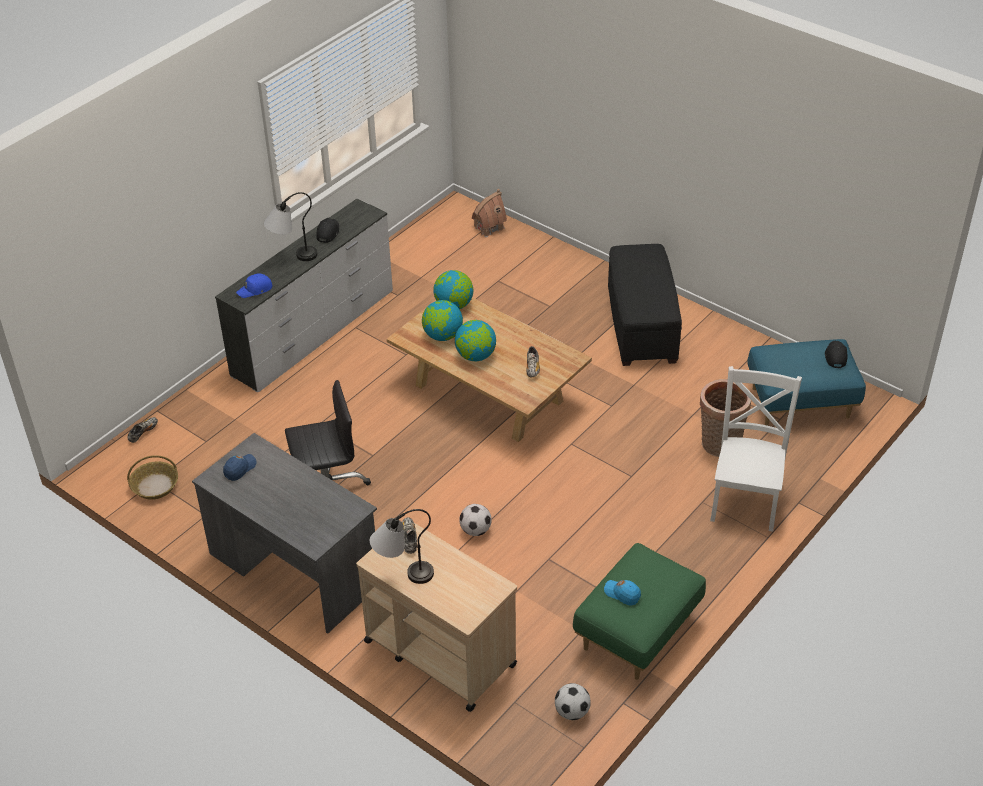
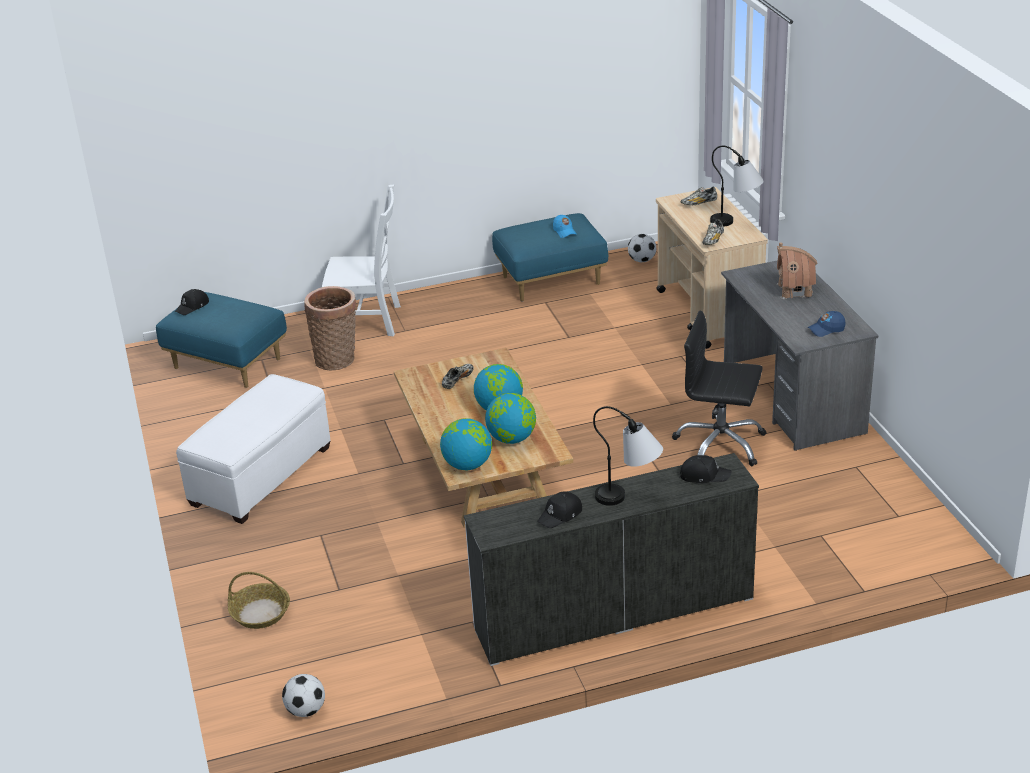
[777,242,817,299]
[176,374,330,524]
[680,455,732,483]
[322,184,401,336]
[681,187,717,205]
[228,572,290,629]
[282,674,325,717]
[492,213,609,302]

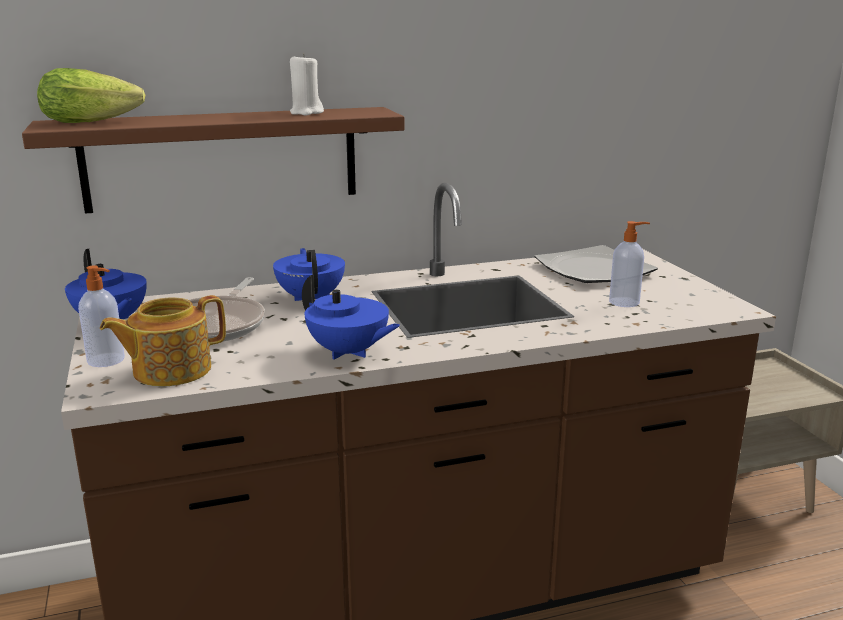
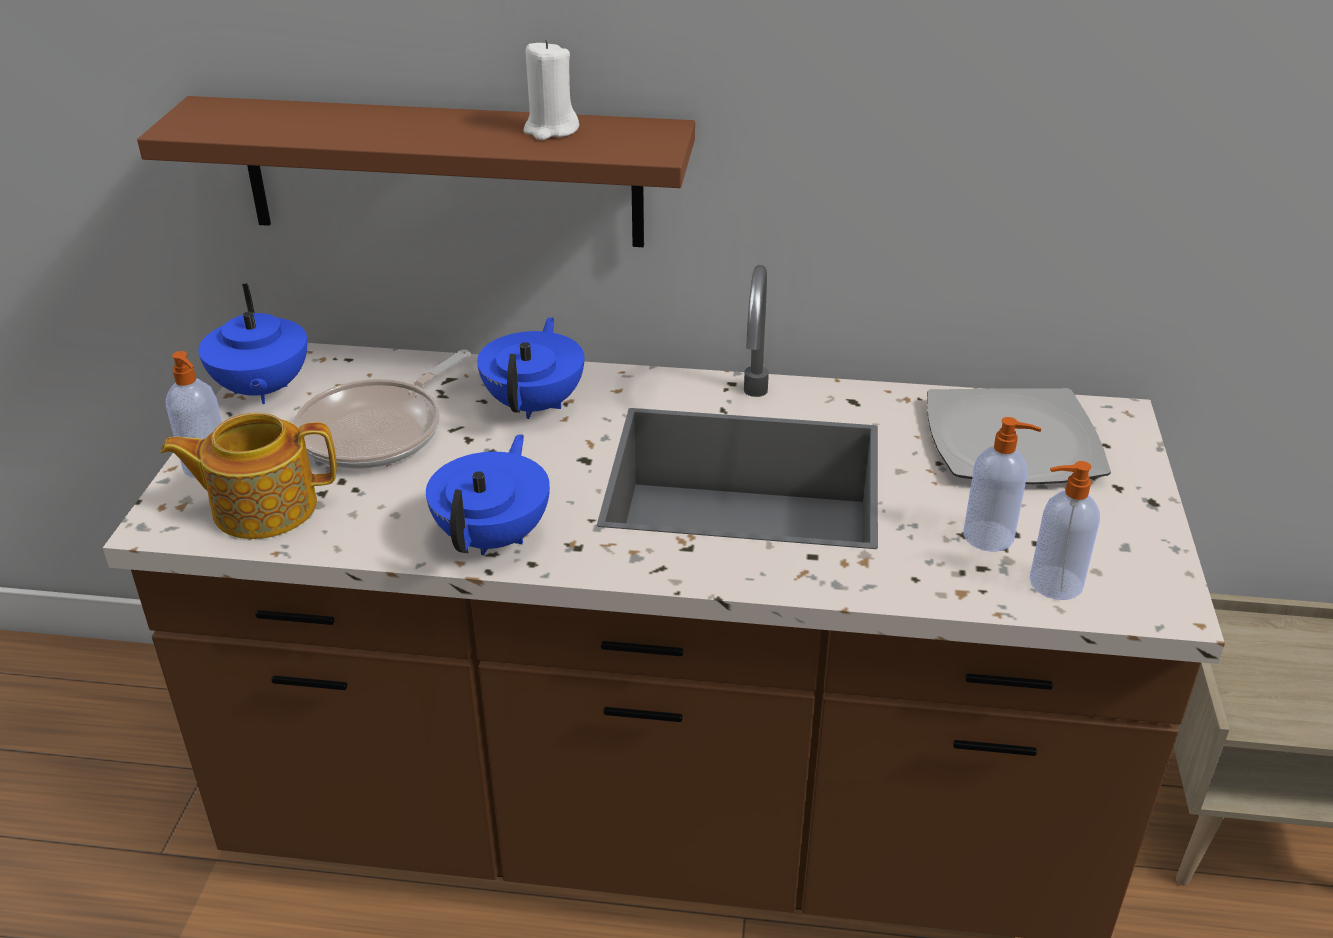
[37,68,145,123] (first image)
[426,434,550,555]
[1030,461,1100,600]

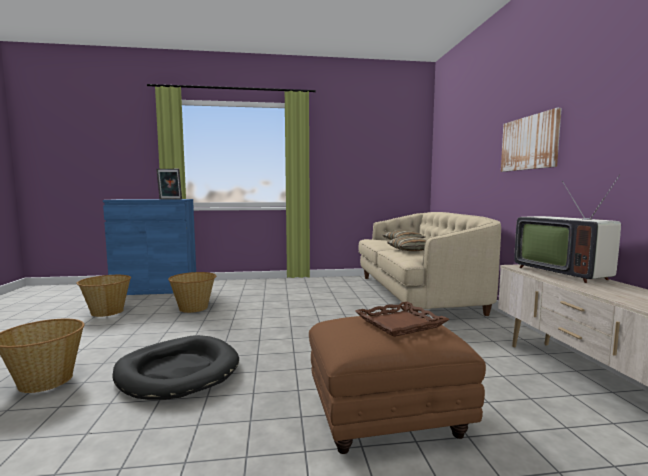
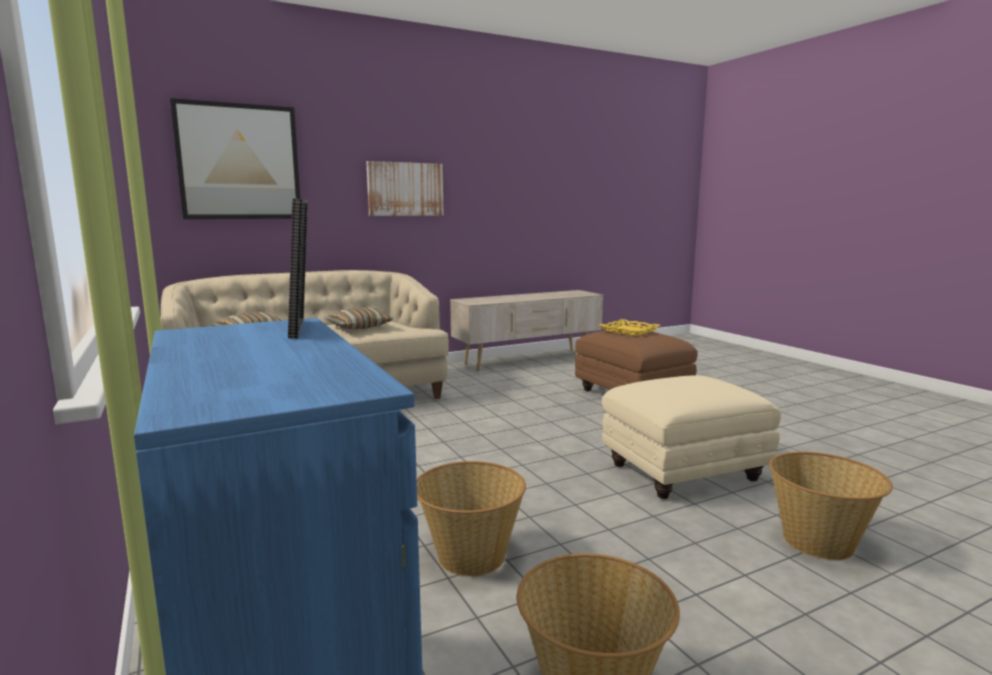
[514,175,621,283] (first image)
[599,319,661,336]
[602,375,781,499]
[170,98,300,219]

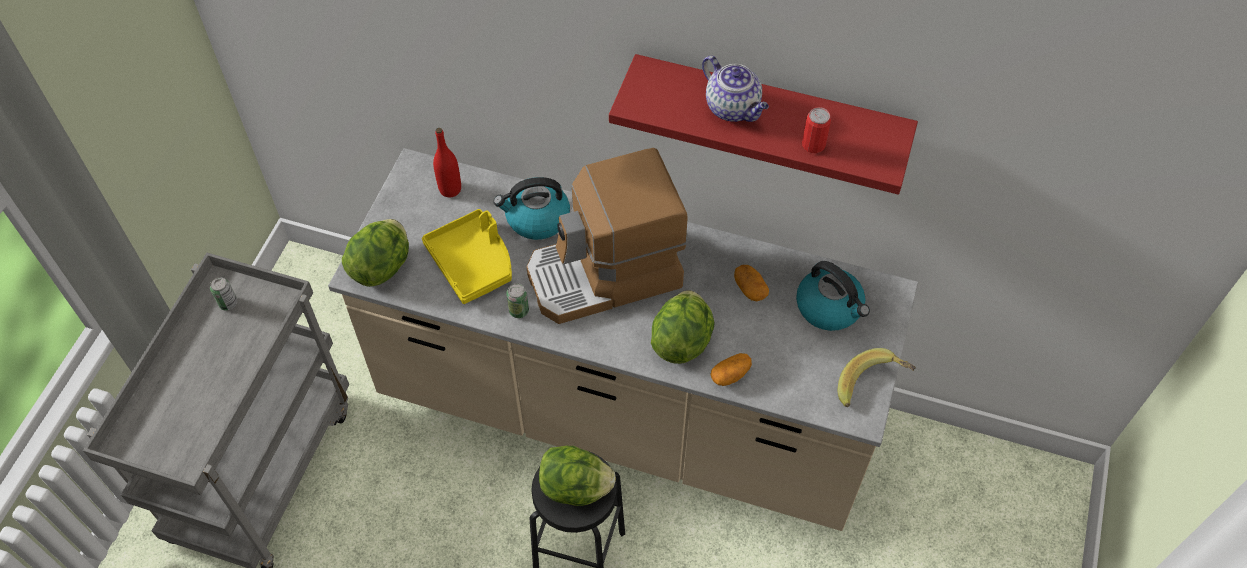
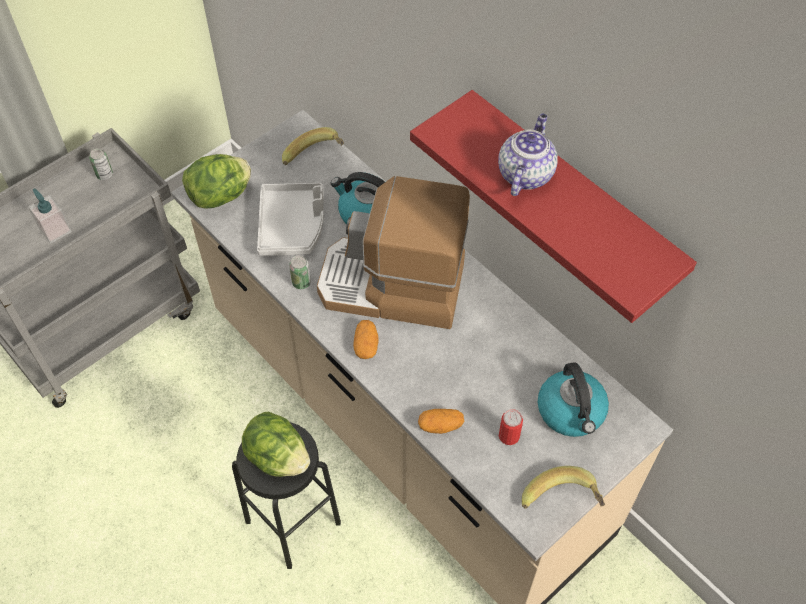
[498,113,558,196]
[499,409,523,445]
[282,127,344,165]
[257,183,324,256]
[353,320,379,359]
[651,290,714,364] (first image)
[28,188,72,244]

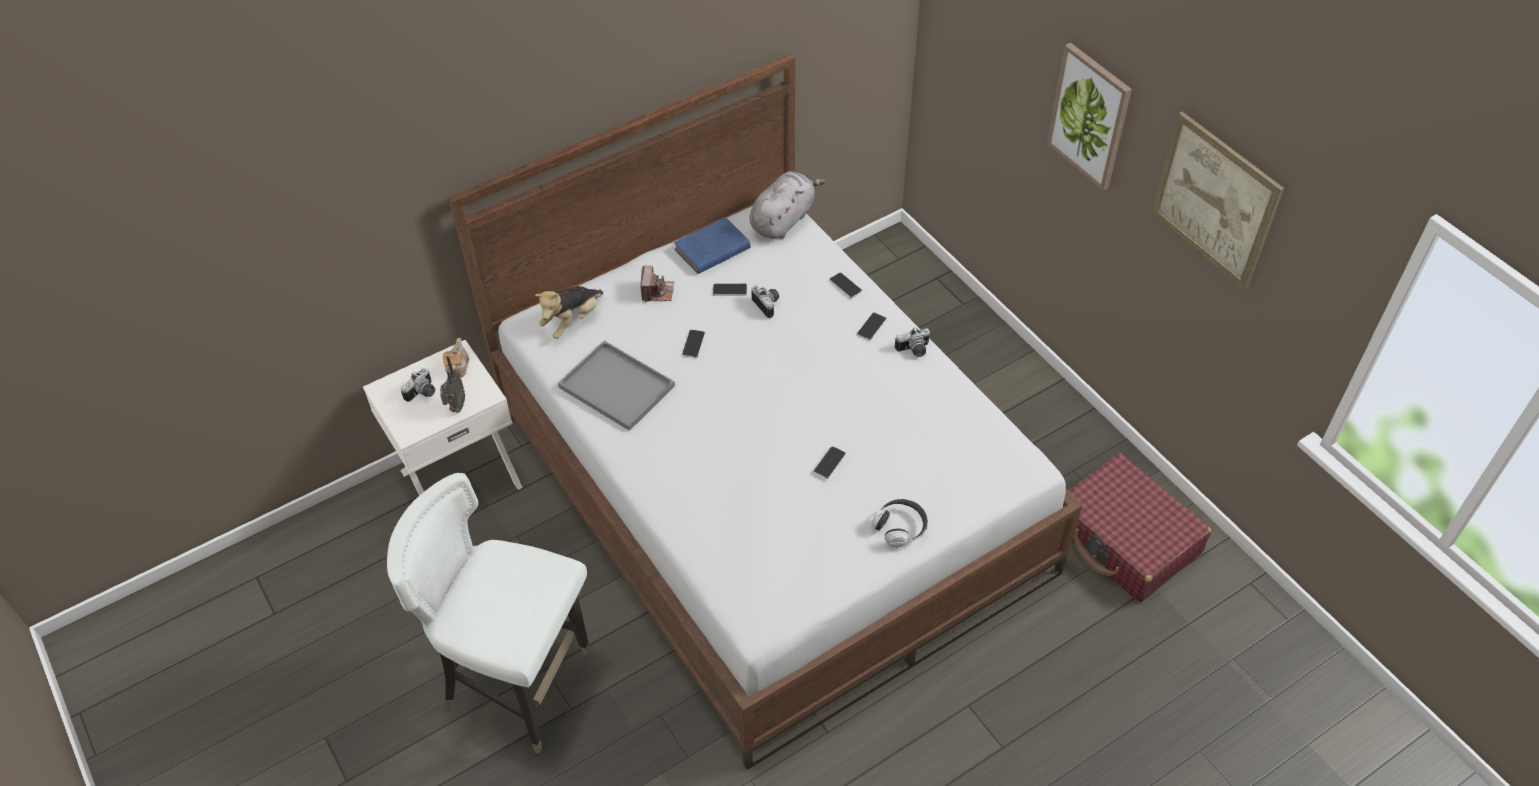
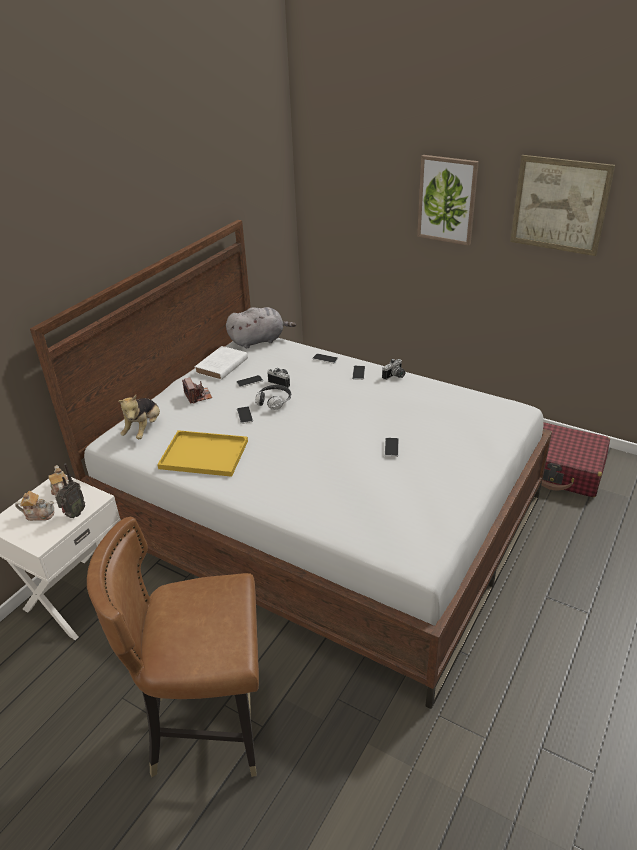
[226,307,296,348]
[195,346,248,380]
[157,430,248,477]
[55,463,85,518]
[15,491,54,521]
[87,517,259,777]
[255,385,291,410]

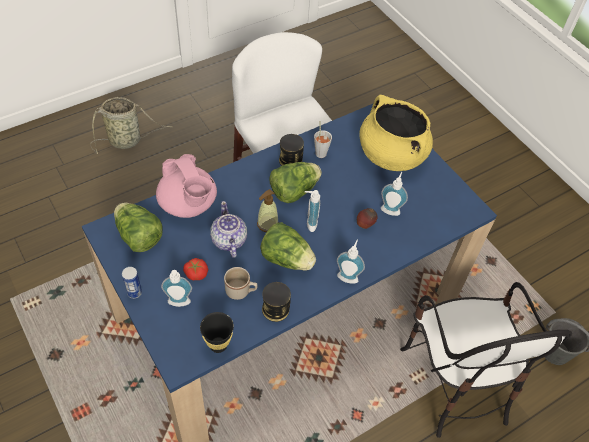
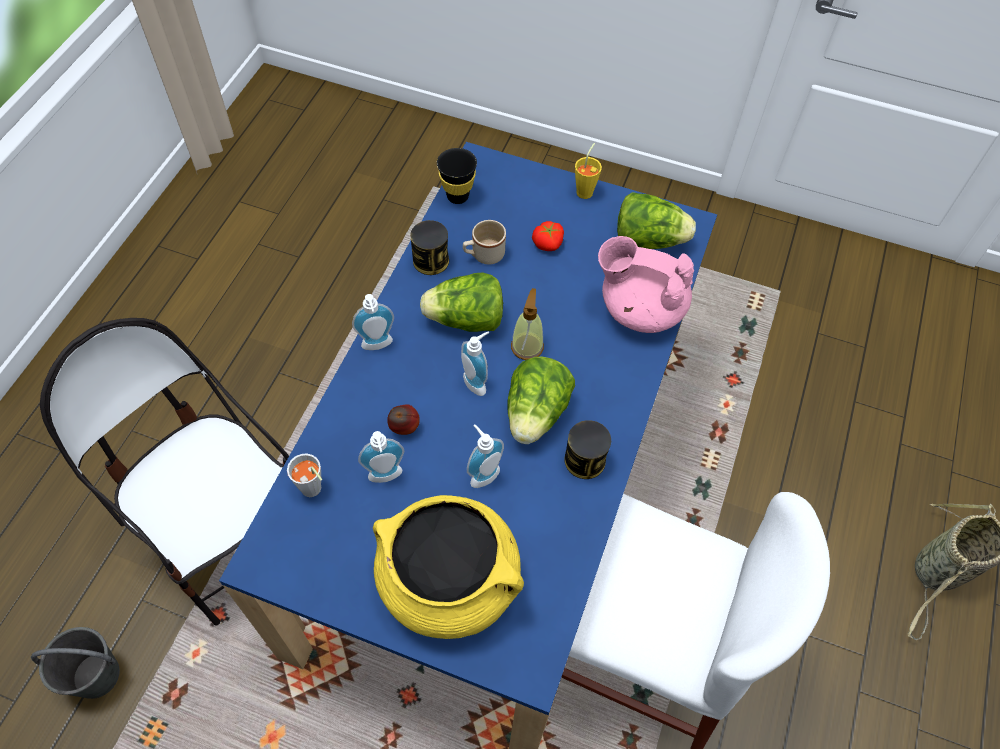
[287,453,322,497]
[210,201,247,258] (first image)
[575,143,602,199]
[467,424,504,488]

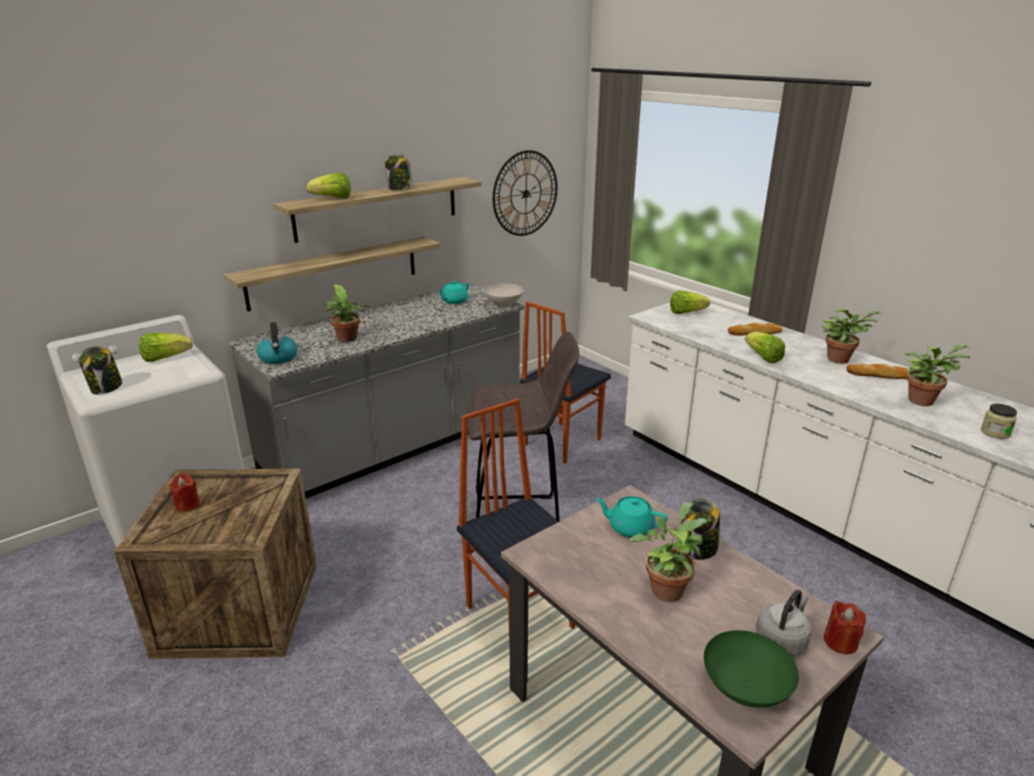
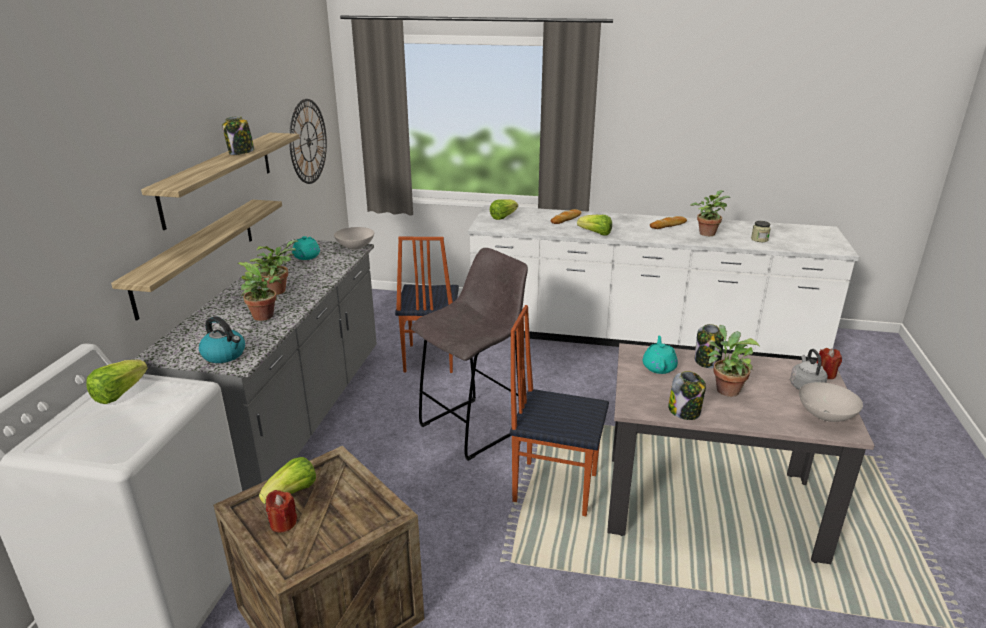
[259,457,316,504]
[249,240,299,295]
[668,371,706,420]
[643,336,678,374]
[799,382,863,422]

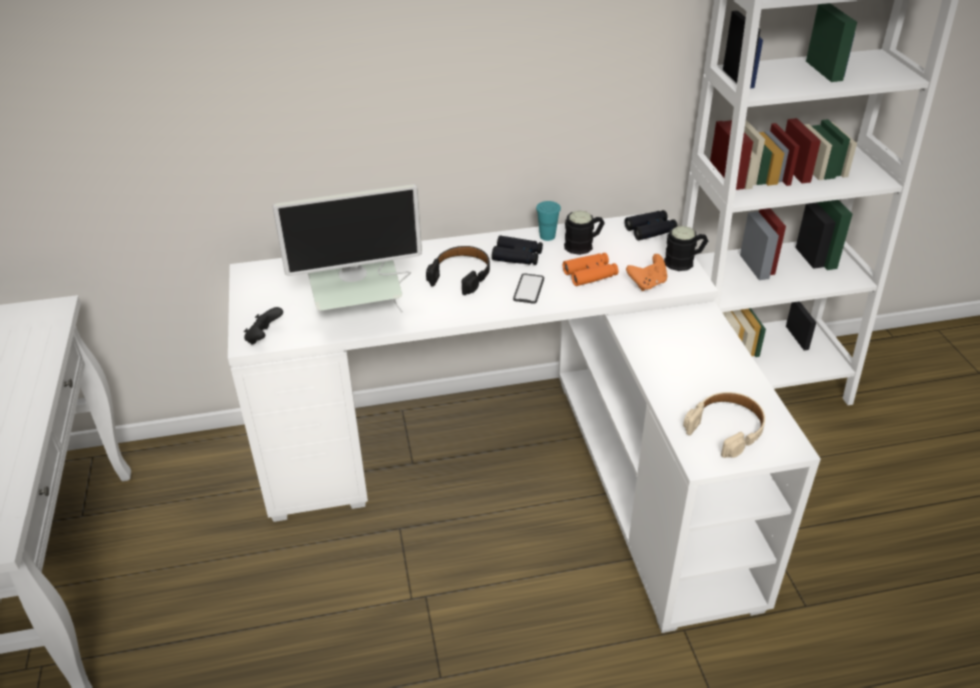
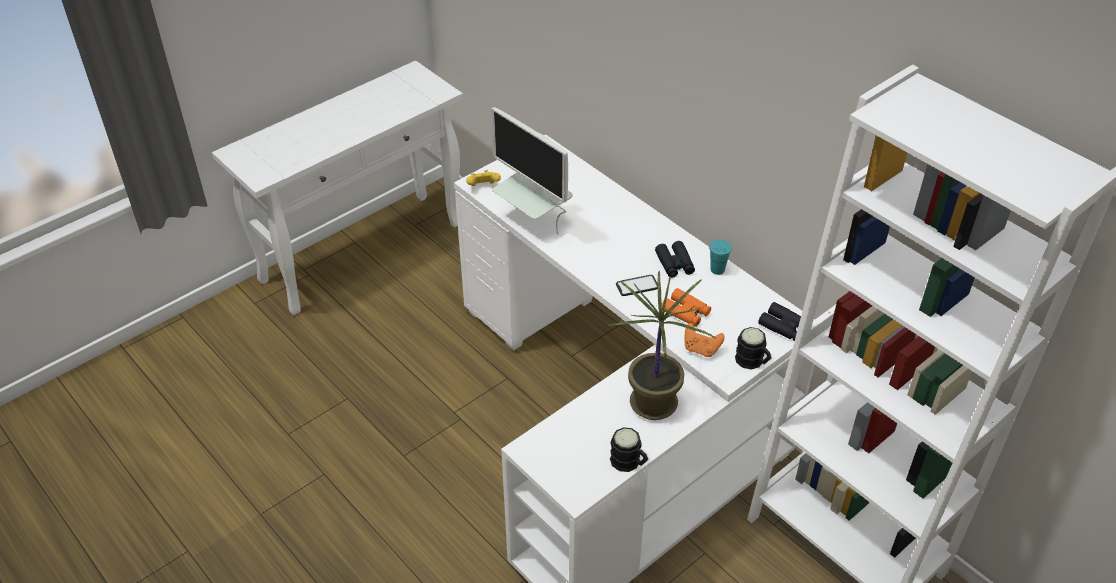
[610,427,648,472]
[426,246,490,295] (first image)
[466,170,501,186]
[683,392,765,458] (first image)
[608,271,716,420]

